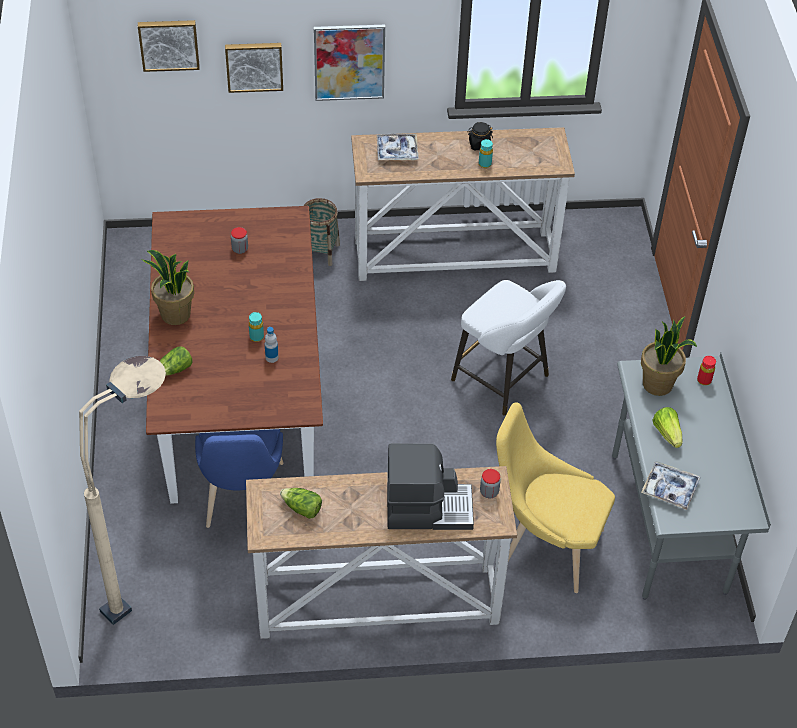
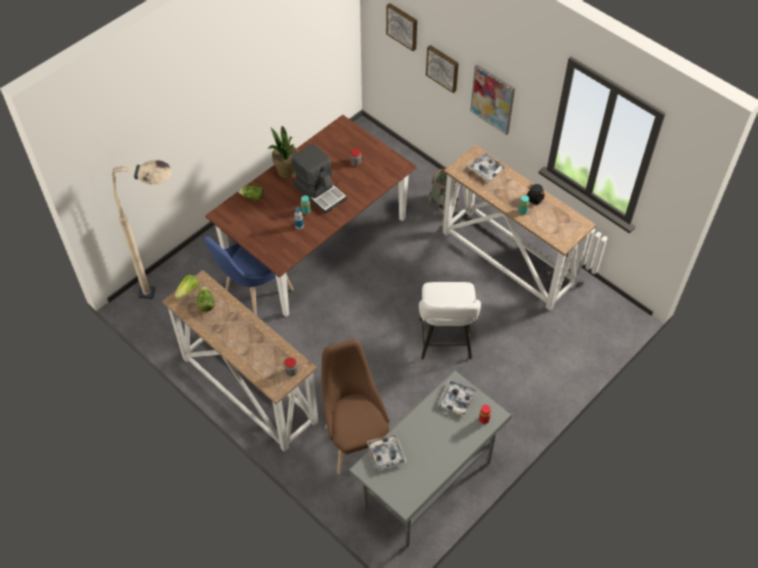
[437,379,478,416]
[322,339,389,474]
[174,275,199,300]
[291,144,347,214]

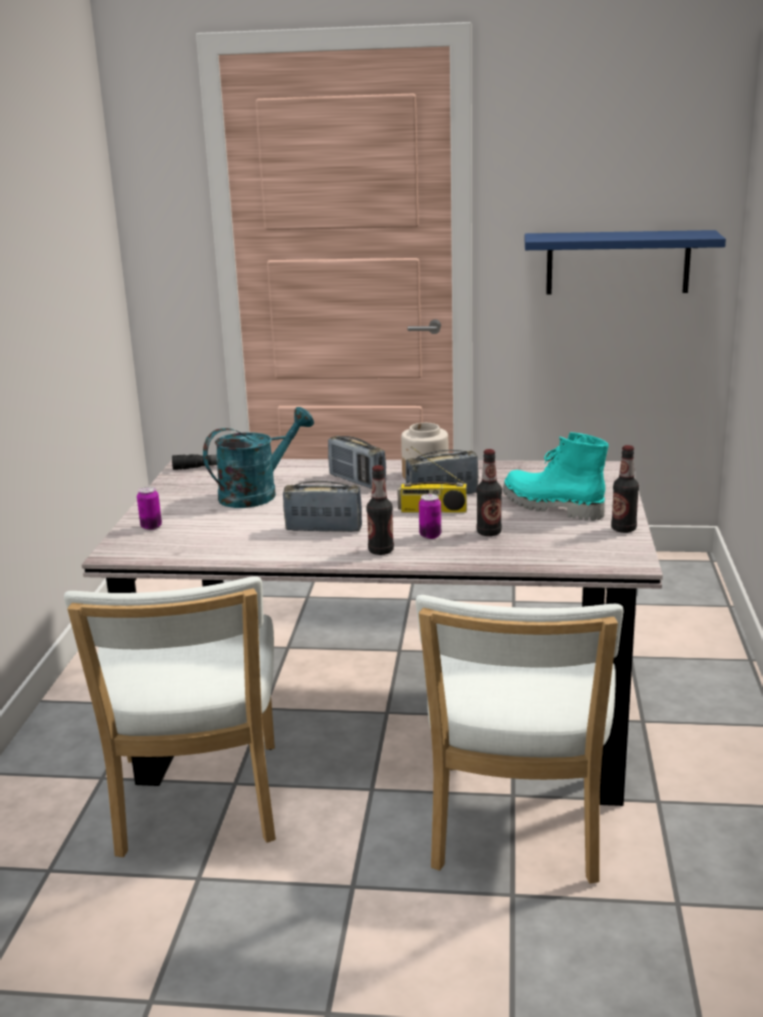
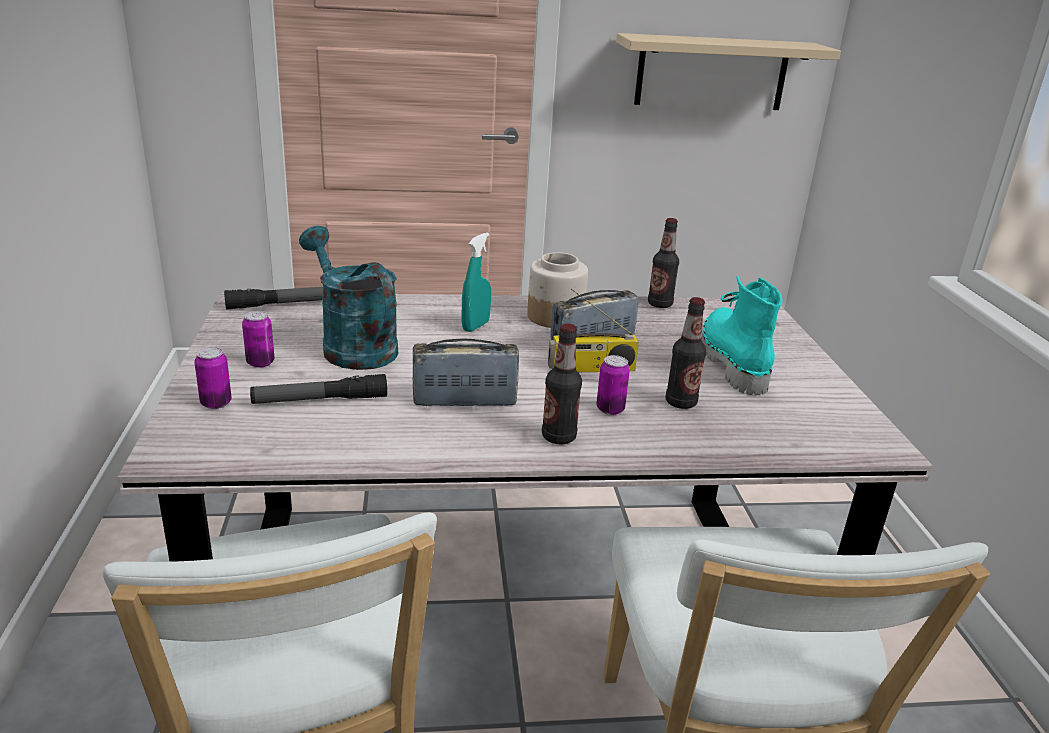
[616,33,841,110]
[299,226,398,370]
[701,276,783,395]
[462,233,491,332]
[648,218,679,308]
[242,311,275,368]
[250,374,387,404]

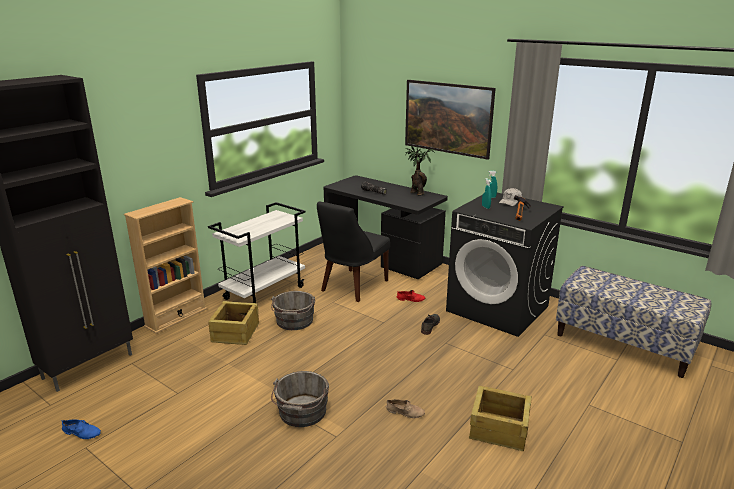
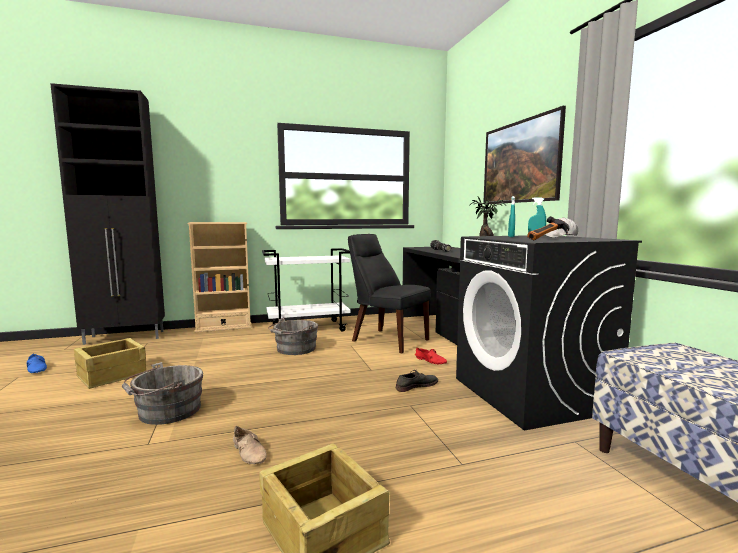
[348,234,431,353]
[74,338,146,389]

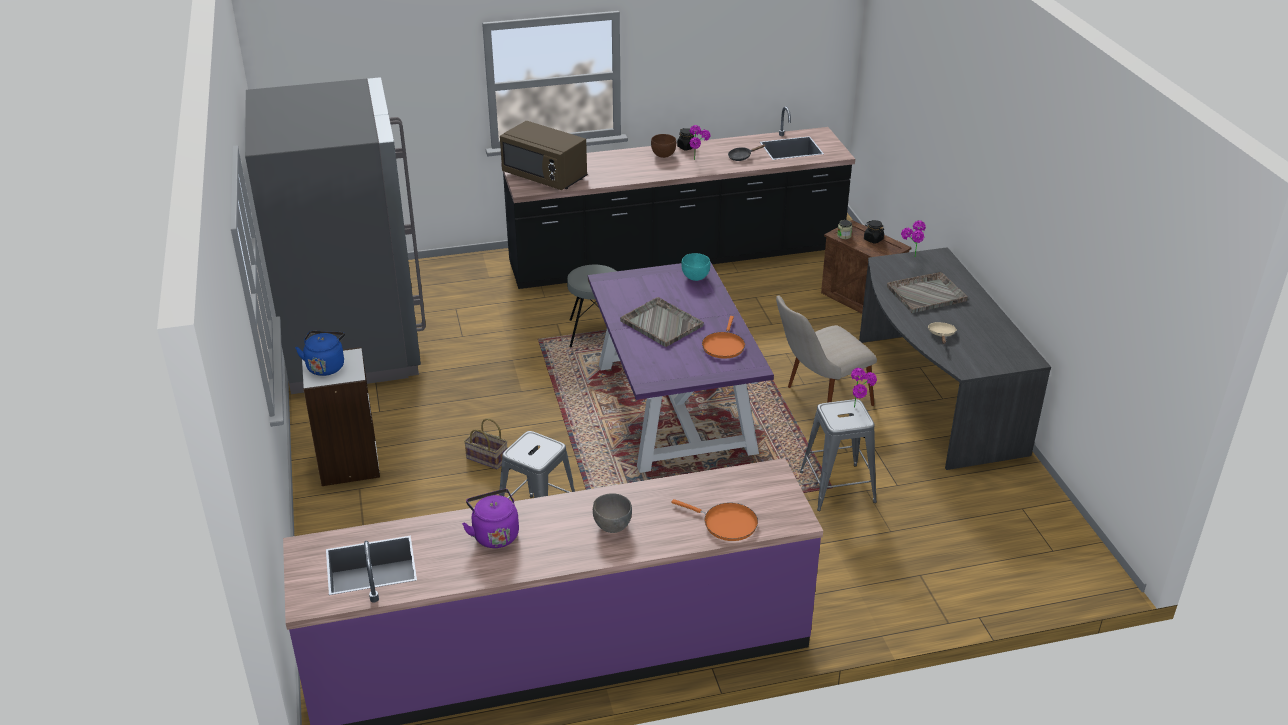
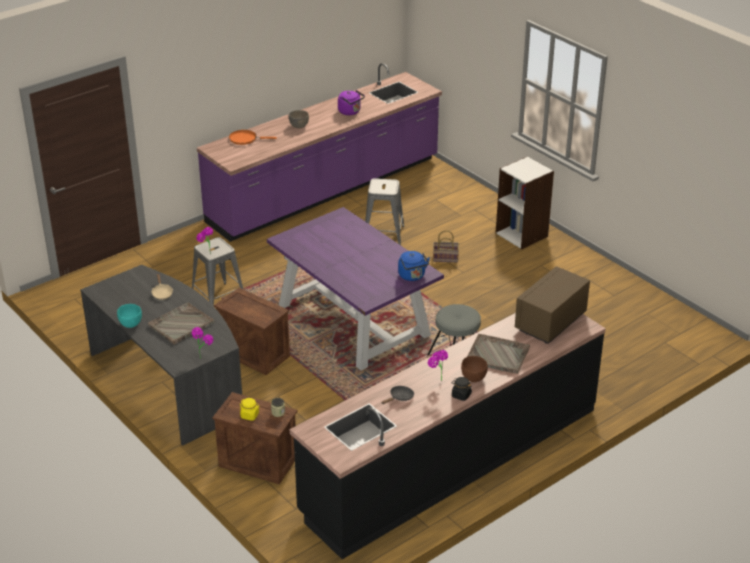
[245,77,426,394] (first image)
[515,266,590,344]
[240,398,259,421]
[117,304,142,328]
[214,288,290,375]
[467,334,530,374]
[702,316,745,359] (first image)
[398,251,430,281]

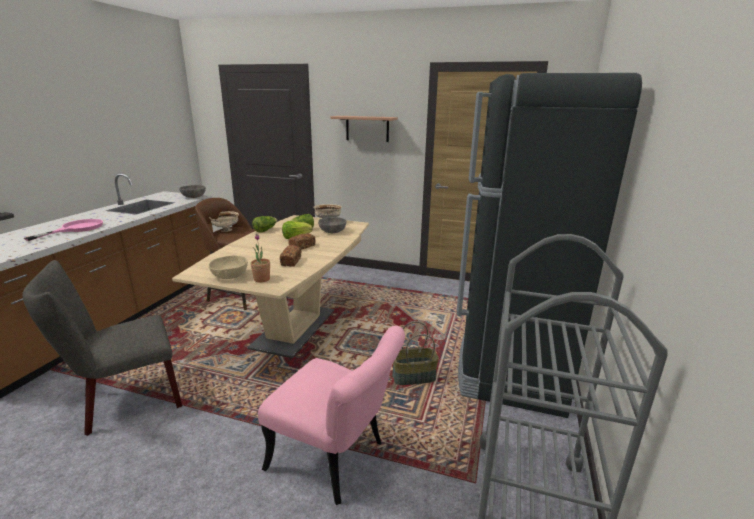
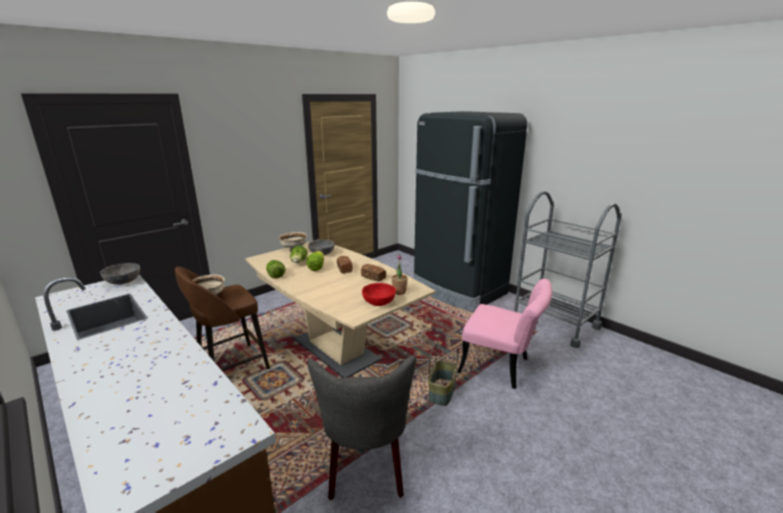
[330,116,398,142] (first image)
[24,219,103,241] (first image)
[362,283,396,306]
[428,343,459,406]
[457,279,552,389]

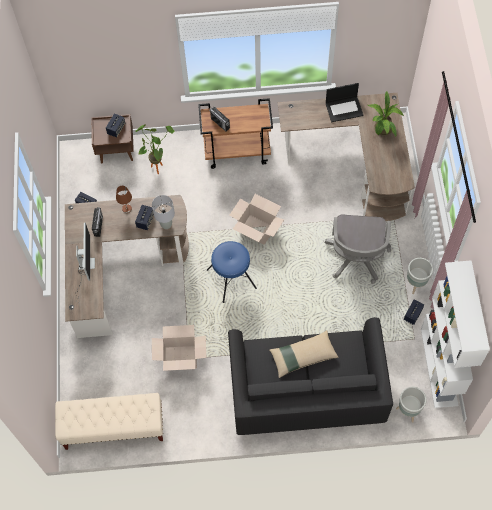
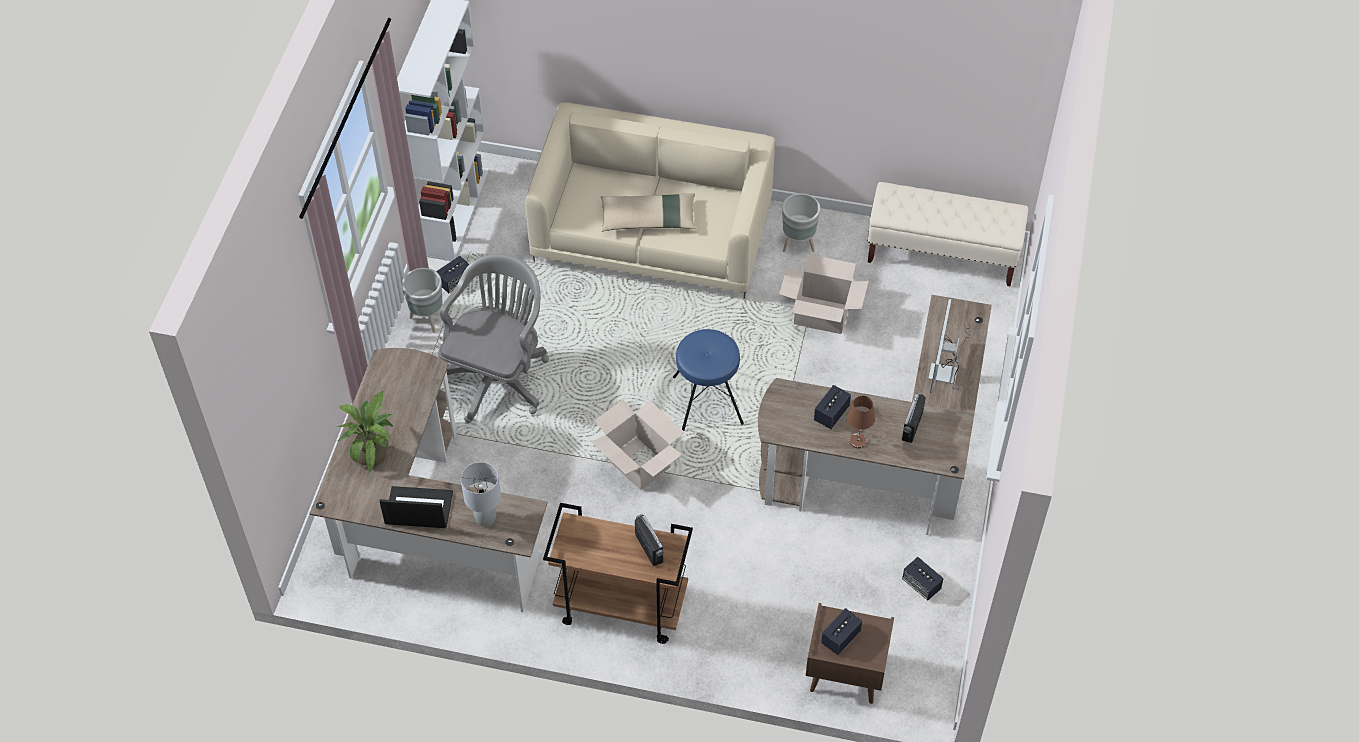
[135,124,174,174] (first image)
[461,462,501,527]
[525,102,775,299]
[782,193,821,252]

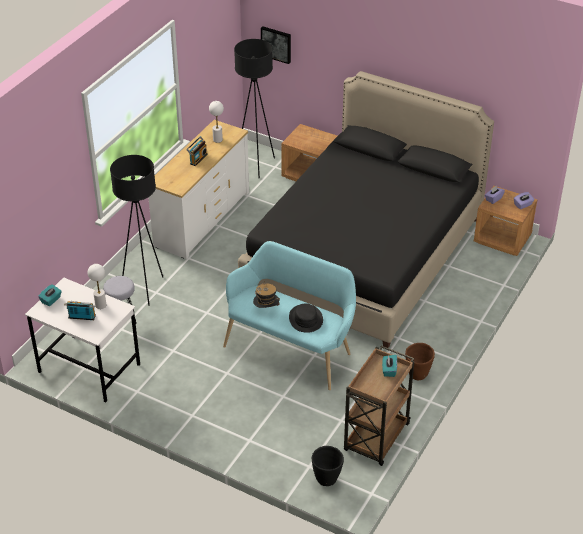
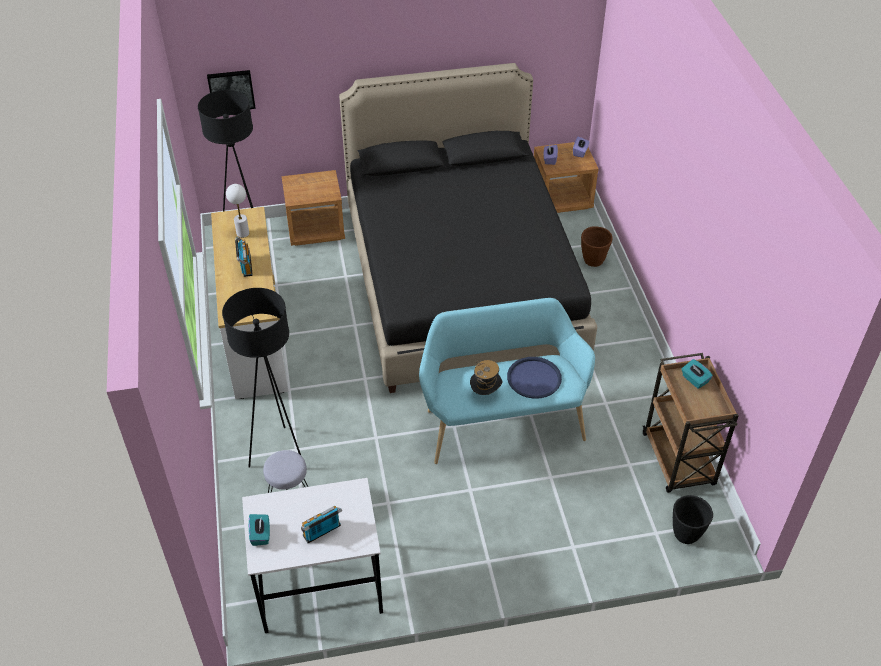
[87,264,107,309] (first image)
[507,357,562,399]
[581,226,612,267]

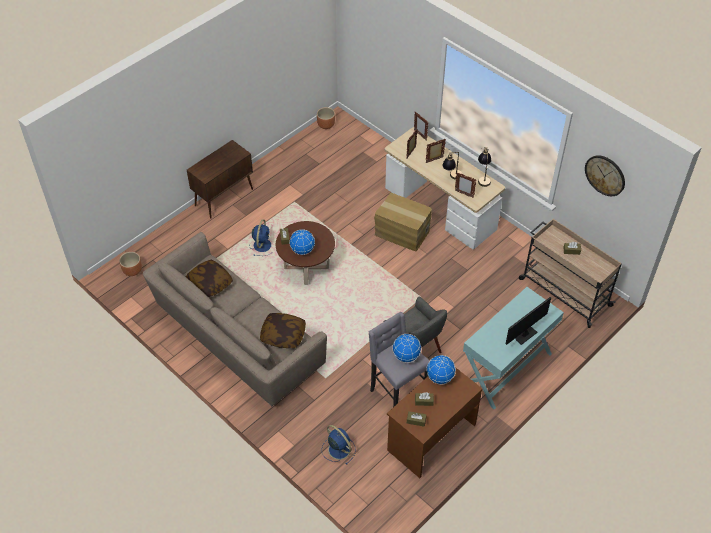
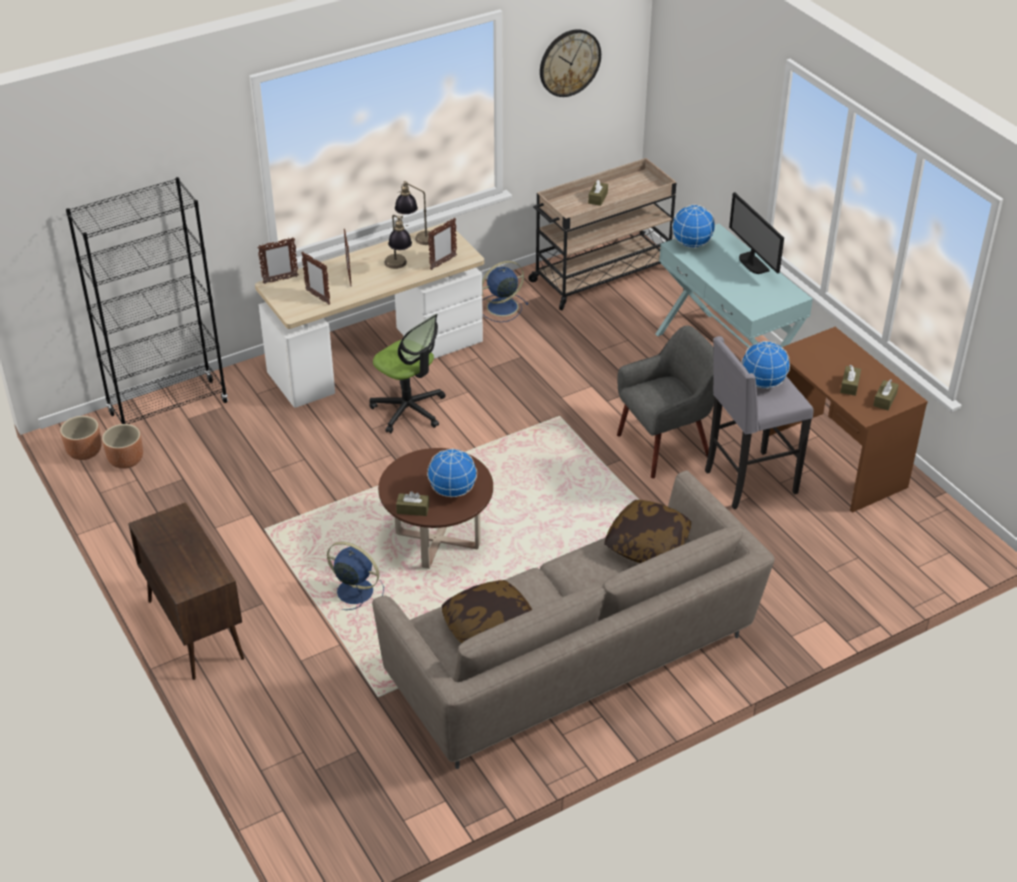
[369,314,446,433]
[102,424,143,469]
[672,205,715,248]
[482,261,529,322]
[66,177,228,424]

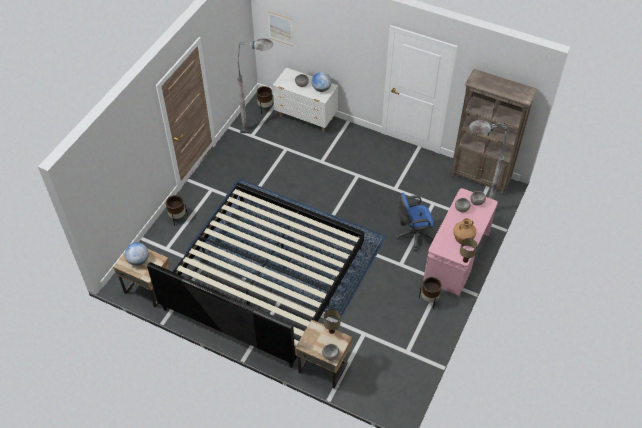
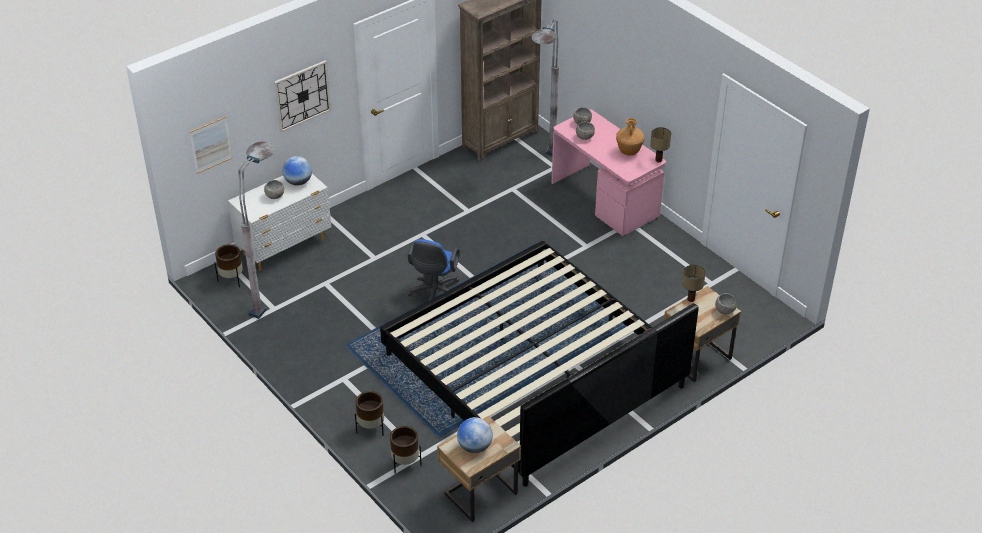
[407,239,460,301]
[390,426,422,474]
[274,60,331,133]

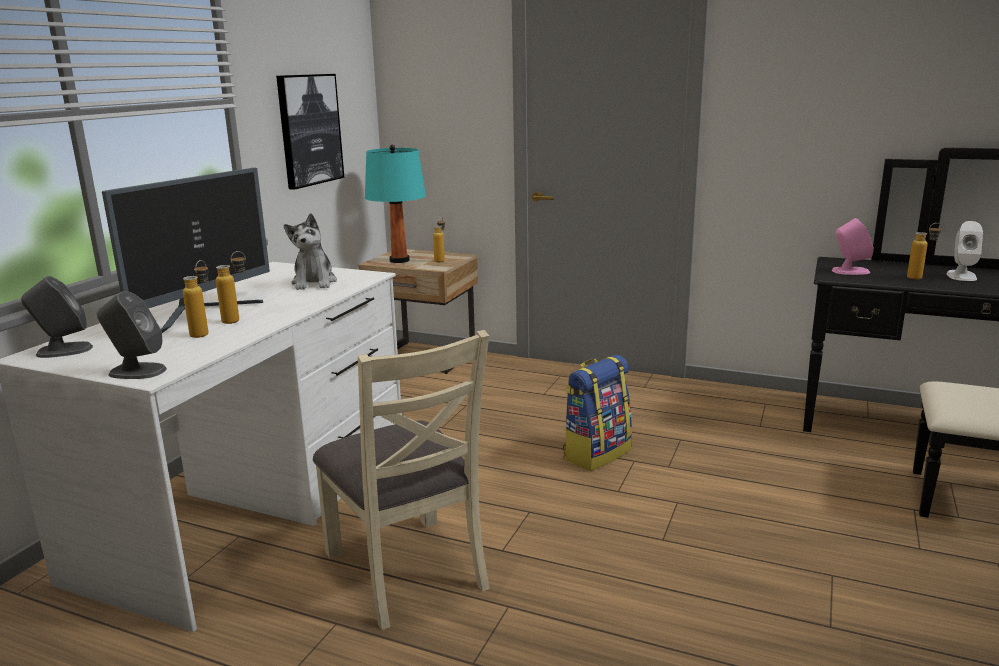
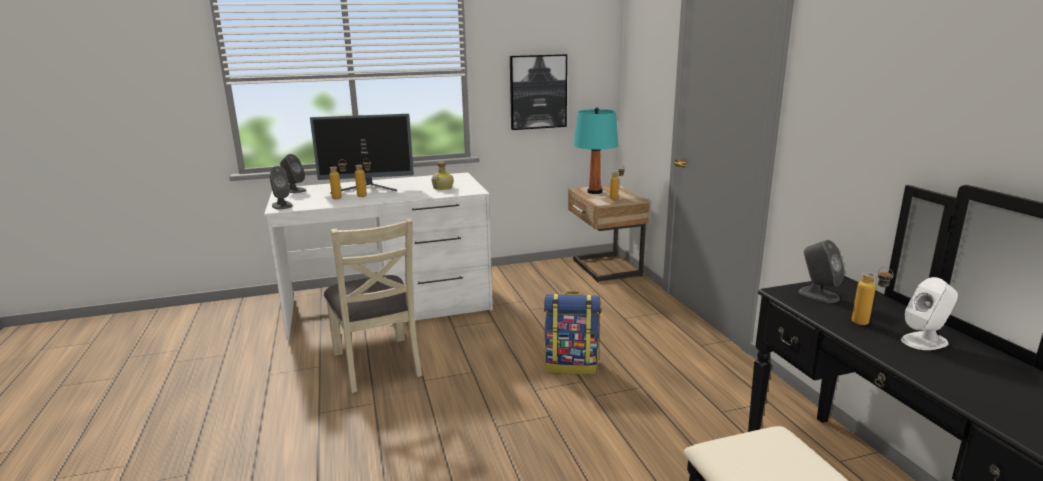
[431,161,453,190]
[799,240,845,303]
[324,218,422,393]

